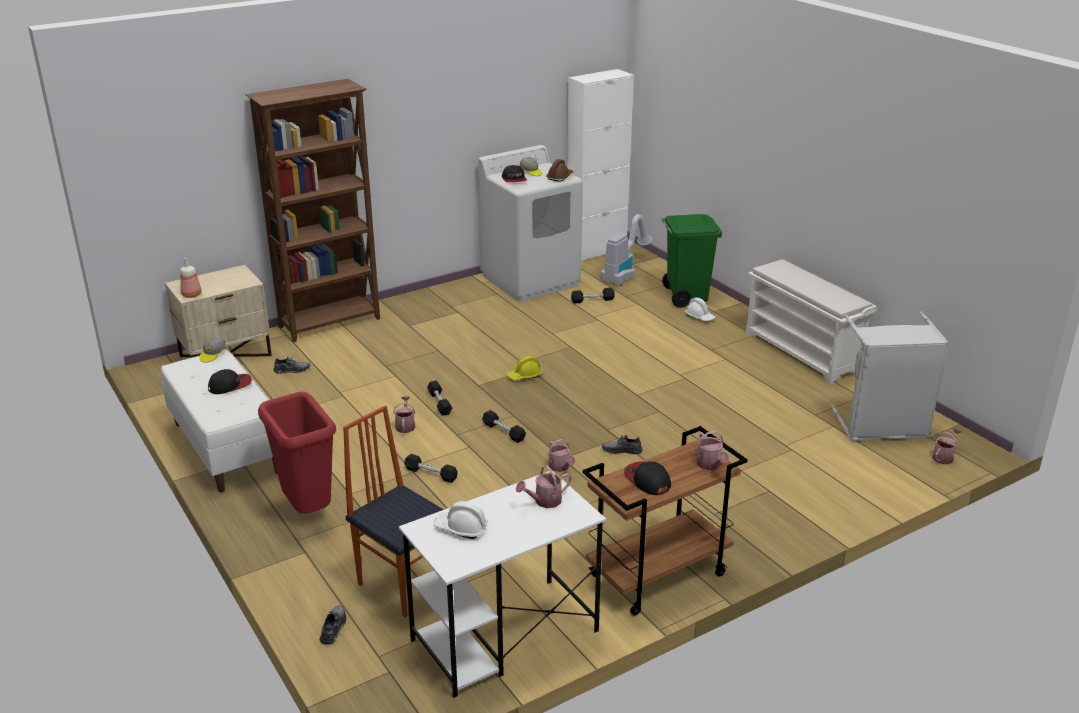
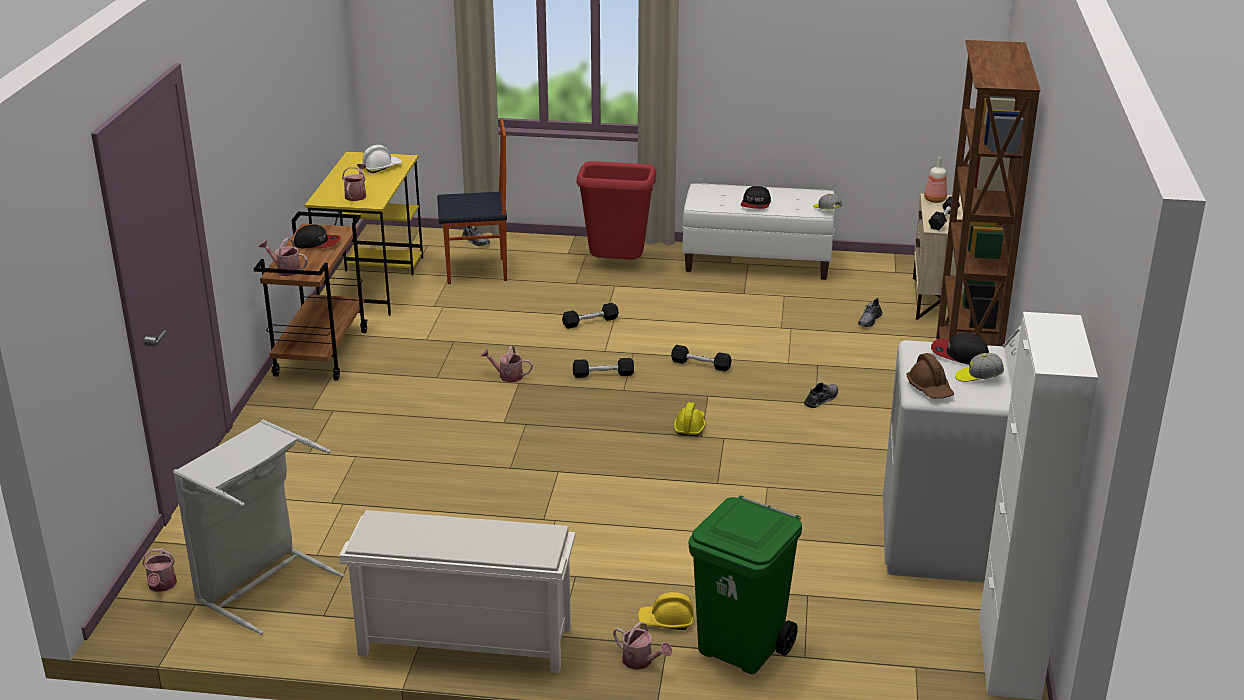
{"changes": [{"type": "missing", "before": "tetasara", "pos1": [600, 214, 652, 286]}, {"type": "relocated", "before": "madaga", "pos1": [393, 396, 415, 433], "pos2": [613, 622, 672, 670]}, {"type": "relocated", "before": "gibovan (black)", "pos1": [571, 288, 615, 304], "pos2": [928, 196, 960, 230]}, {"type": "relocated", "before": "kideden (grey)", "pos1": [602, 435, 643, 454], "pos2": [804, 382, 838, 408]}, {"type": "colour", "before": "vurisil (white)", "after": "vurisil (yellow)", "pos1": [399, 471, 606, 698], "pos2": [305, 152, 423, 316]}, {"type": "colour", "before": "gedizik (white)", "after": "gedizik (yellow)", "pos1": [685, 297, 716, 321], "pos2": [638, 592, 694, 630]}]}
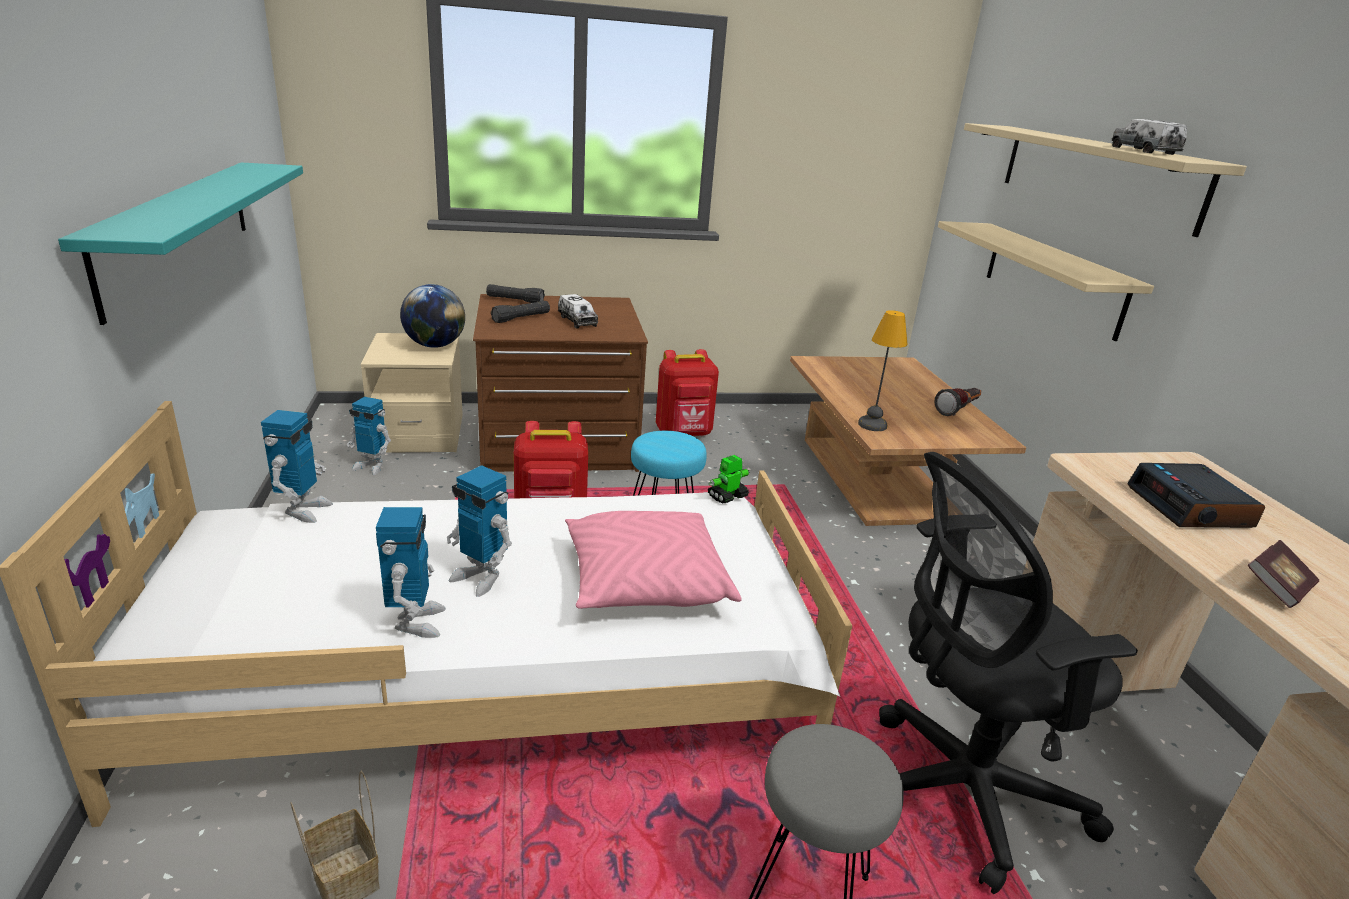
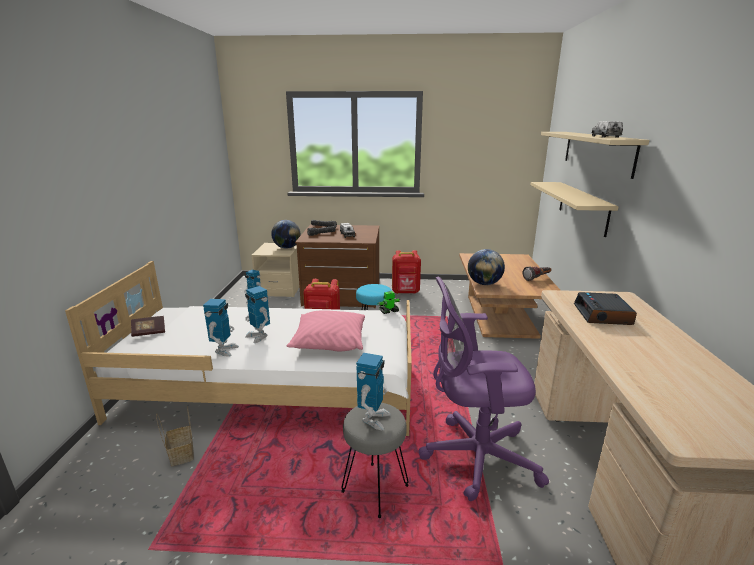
{"changes": [{"type": "missing", "before": "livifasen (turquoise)", "pos1": [58, 162, 303, 325]}, {"type": "relocated", "before": "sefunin", "pos1": [261, 410, 333, 523], "pos2": [356, 353, 391, 430]}, {"type": "relocated", "before": "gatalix", "pos1": [1247, 540, 1319, 608], "pos2": [131, 316, 165, 337]}, {"type": "exchanged", "before": "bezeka", "after": "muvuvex", "pos1": [858, 310, 908, 431], "pos2": [468, 249, 505, 285]}, {"type": "colour", "before": "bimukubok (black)", "after": "bimukubok (purple)", "pos1": [879, 452, 1138, 894], "pos2": [419, 277, 549, 501]}]}
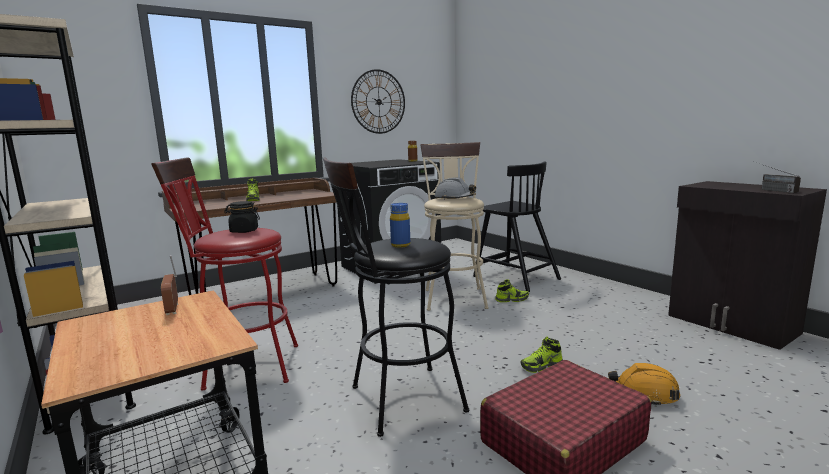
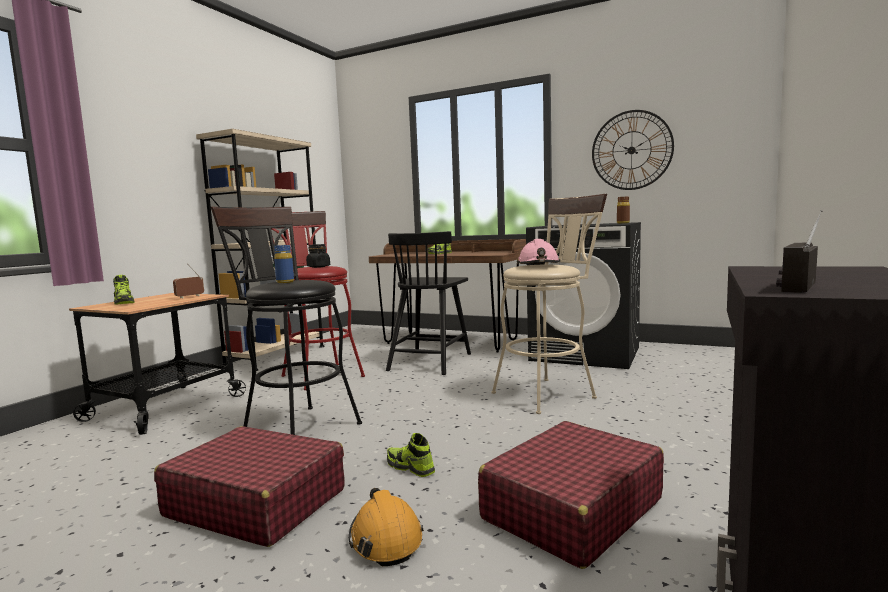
{"changes": [{"type": "appeared", "after": "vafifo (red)", "pos2": [478, 421, 664, 569]}, {"type": "relocated", "before": "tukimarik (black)", "pos1": [473, 162, 561, 292], "pos2": [386, 231, 471, 375]}, {"type": "relocated", "before": "kideden", "pos1": [495, 279, 529, 302], "pos2": [113, 275, 135, 305]}, {"type": "colour", "before": "gedizik (grey)", "after": "gedizik (pink)", "pos1": [435, 177, 476, 200], "pos2": [517, 239, 560, 264]}]}
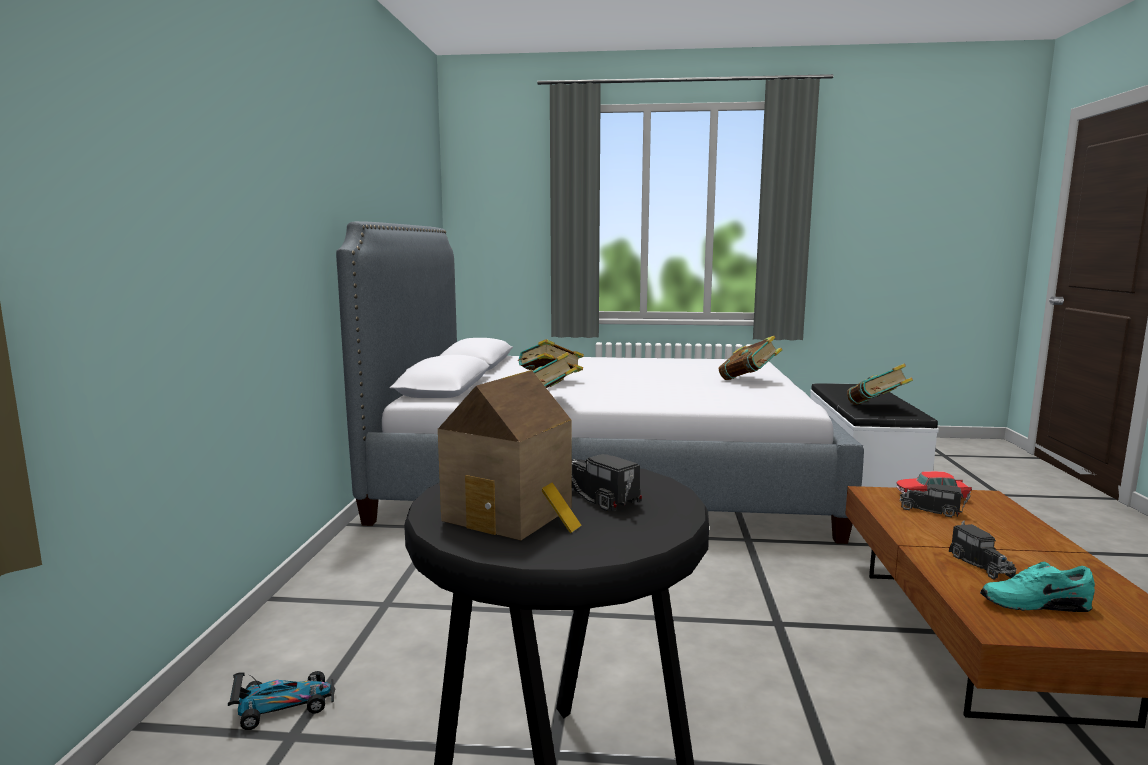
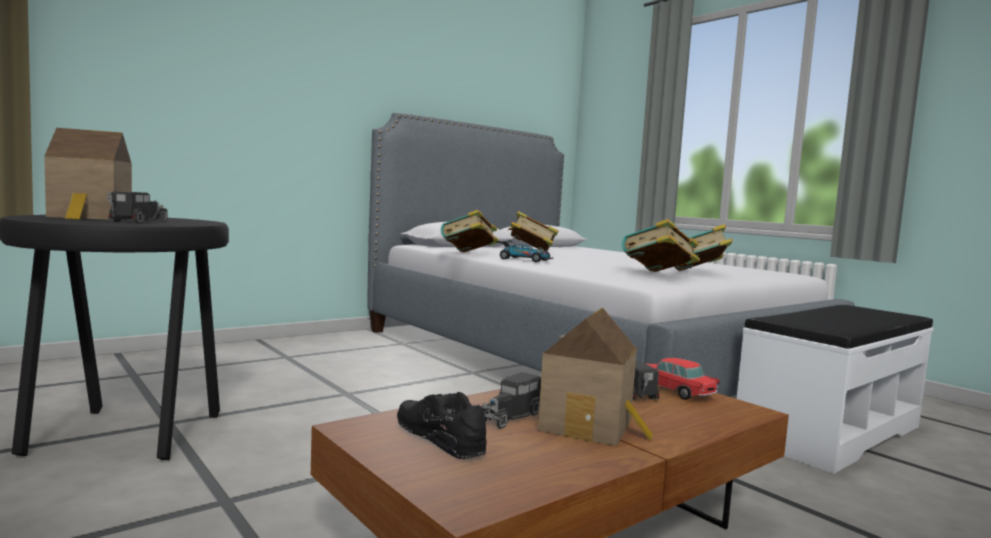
{"changes": [{"type": "appeared", "after": "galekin", "pos2": [538, 308, 653, 446]}, {"type": "relocated", "before": "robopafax", "pos1": [228, 671, 335, 730], "pos2": [497, 237, 553, 262]}, {"type": "relocated", "before": "gatalix", "pos1": [847, 364, 913, 405], "pos2": [622, 219, 700, 272]}, {"type": "colour", "before": "kideden (turquoise)", "after": "kideden (black)", "pos1": [980, 562, 1095, 612], "pos2": [397, 392, 487, 459]}]}
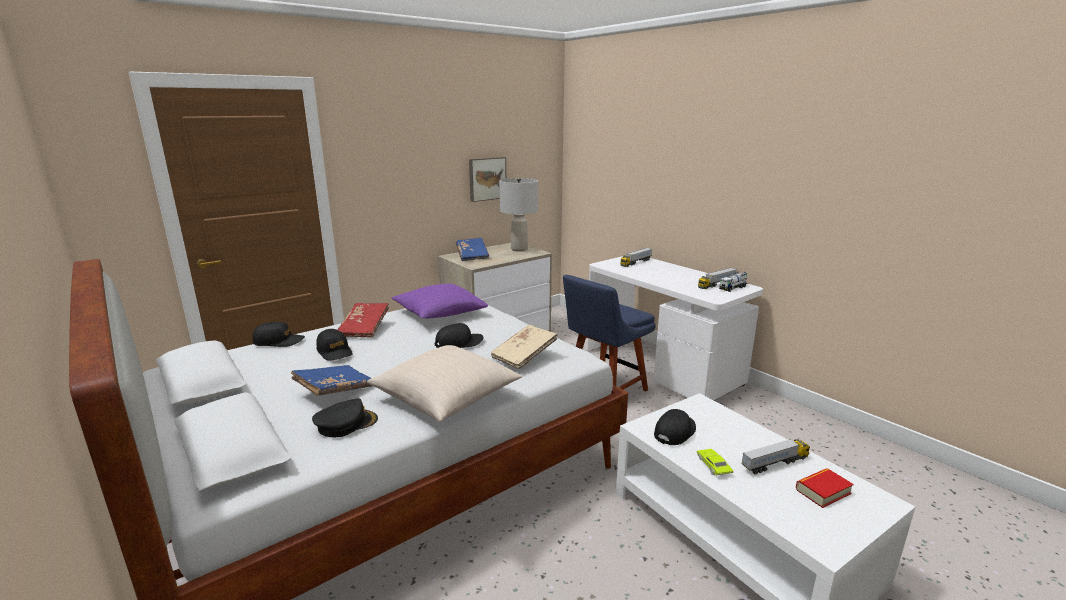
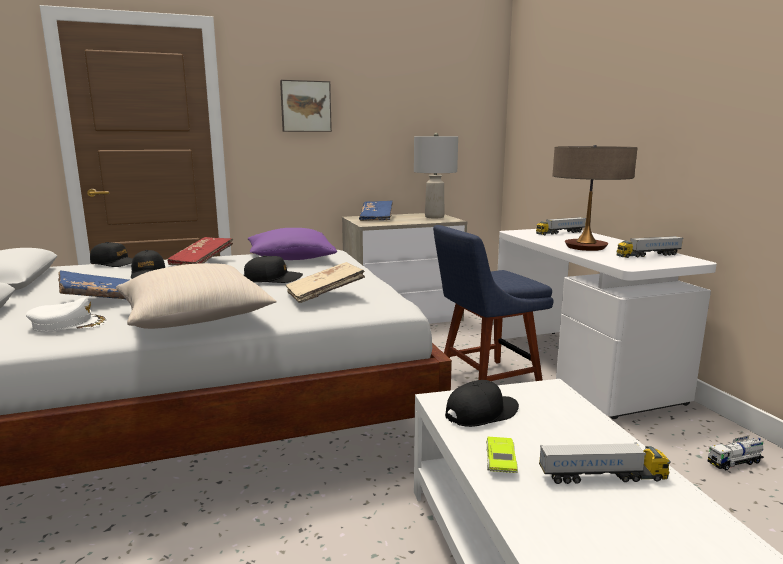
{"changes": [{"type": "missing", "before": "gatalix", "pos1": [796, 468, 854, 508]}, {"type": "appeared", "after": "bezeka", "pos2": [552, 145, 638, 251]}, {"type": "relocated", "before": "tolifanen", "pos1": [469, 157, 506, 202], "pos2": [280, 80, 332, 132]}, {"type": "relocated", "before": "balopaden", "pos1": [719, 271, 747, 292], "pos2": [708, 436, 764, 470]}, {"type": "colour", "before": "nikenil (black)", "after": "nikenil (white)", "pos1": [312, 398, 378, 437], "pos2": [26, 298, 107, 333]}]}
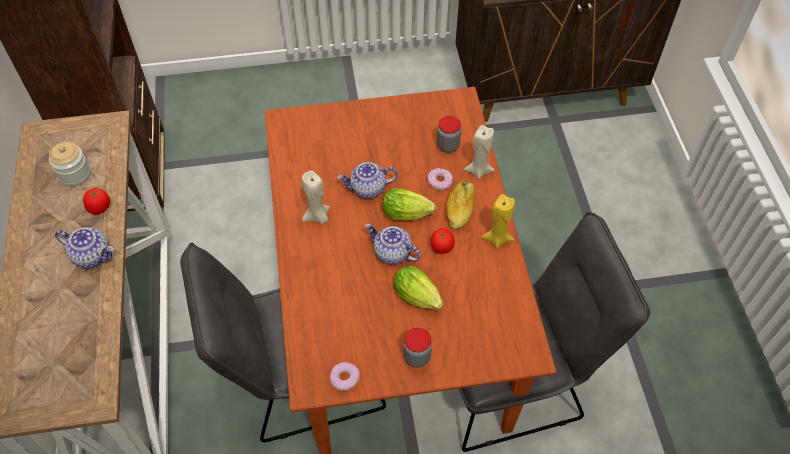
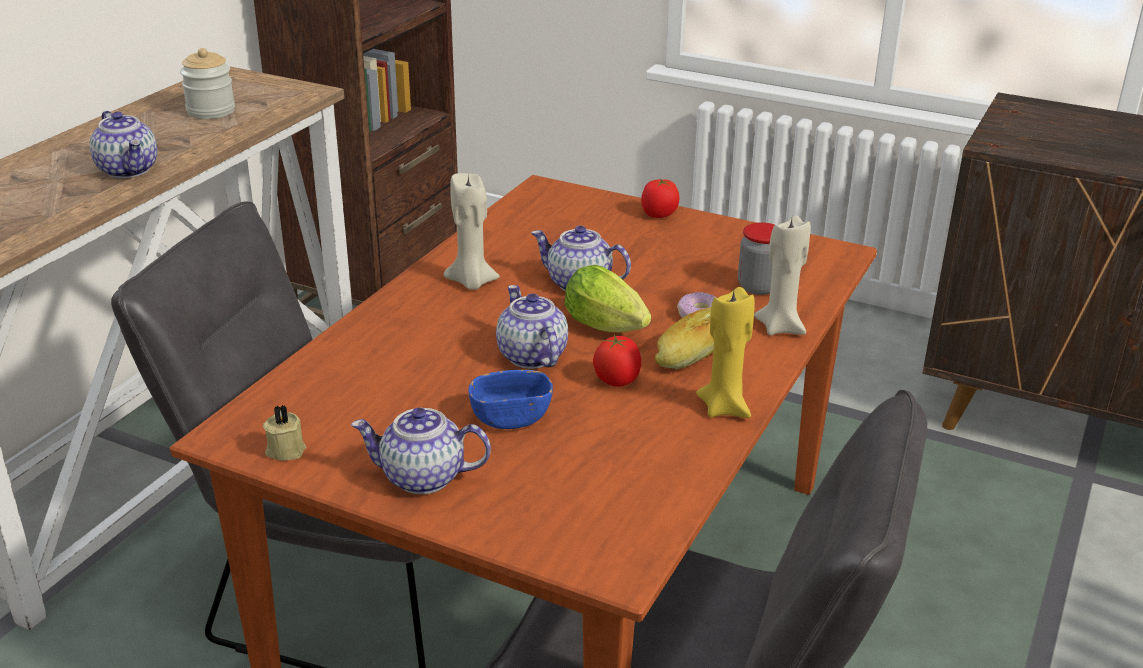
{"changes": [{"type": "relocated", "before": "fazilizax", "pos1": [83, 188, 110, 215], "pos2": [641, 178, 679, 218]}, {"type": "exchanged", "before": "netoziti", "after": "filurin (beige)", "pos1": [330, 362, 359, 391], "pos2": [263, 405, 306, 461]}, {"type": "exchanged", "before": "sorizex", "after": "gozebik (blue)", "pos1": [394, 266, 443, 310], "pos2": [468, 370, 553, 429]}, {"type": "exchanged", "before": "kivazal", "after": "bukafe", "pos1": [403, 328, 432, 368], "pos2": [351, 407, 491, 494]}]}
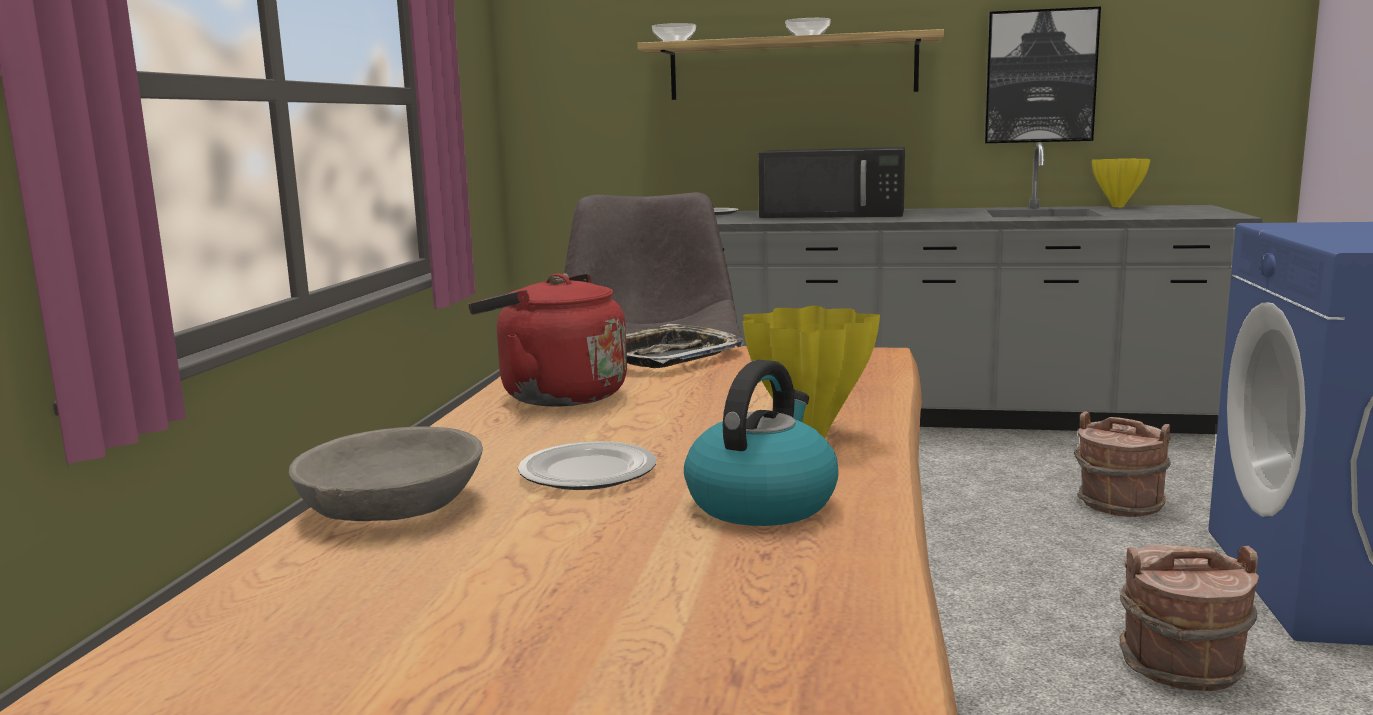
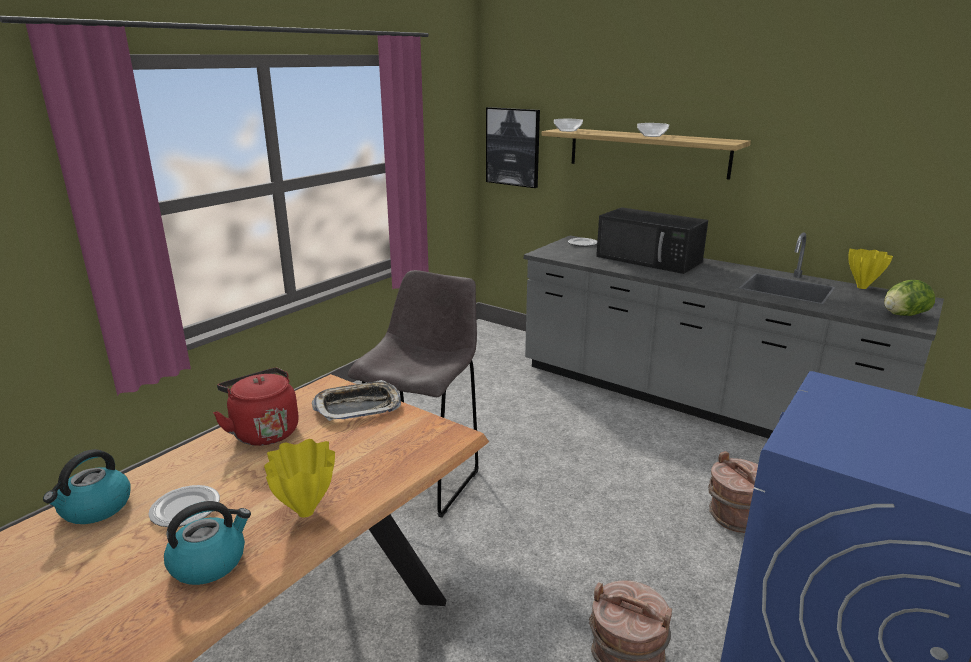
{"changes": [{"type": "appeared", "after": "sorizex", "pos2": [884, 280, 935, 316]}, {"type": "relocated", "before": "tolifanen", "pos1": [984, 7, 1101, 143], "pos2": [486, 107, 540, 188]}, {"type": "exchanged", "before": "gozebik (grey)", "after": "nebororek", "pos1": [289, 426, 483, 521], "pos2": [43, 449, 131, 524]}]}
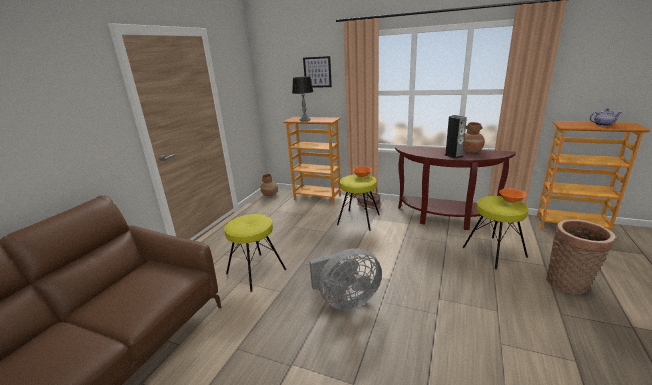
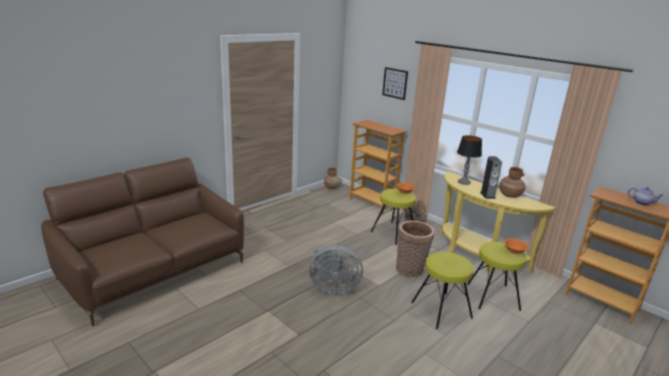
{"changes": [{"type": "relocated", "before": "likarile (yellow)", "pos1": [224, 214, 287, 292], "pos2": [411, 252, 474, 329]}, {"type": "relocated", "before": "bezeka", "pos1": [292, 77, 313, 121], "pos2": [457, 135, 482, 185]}, {"type": "relocated", "before": "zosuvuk", "pos1": [546, 219, 615, 294], "pos2": [396, 220, 435, 277]}, {"type": "colour", "before": "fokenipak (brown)", "after": "fokenipak (yellow)", "pos1": [395, 146, 516, 230], "pos2": [440, 172, 556, 274]}]}
